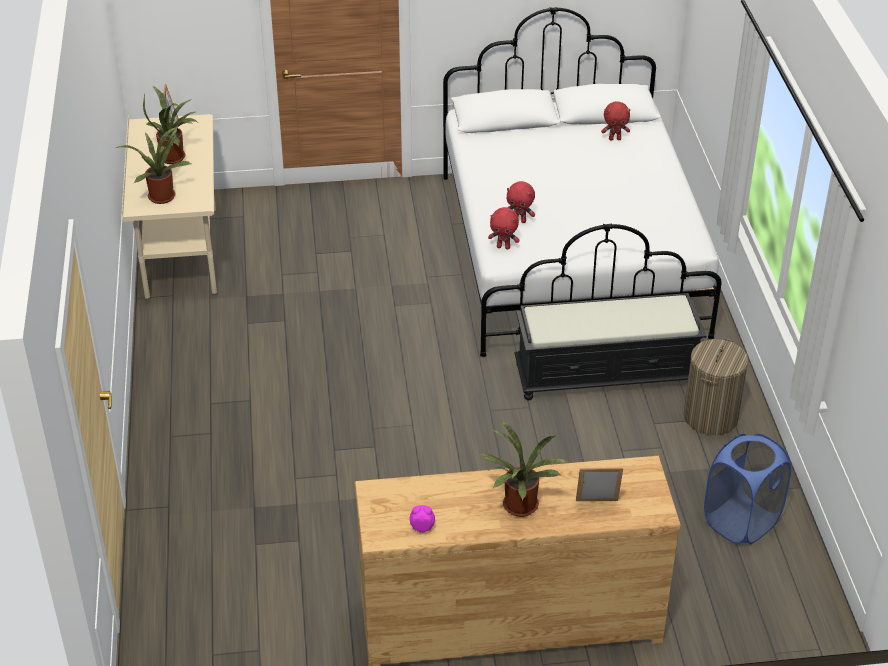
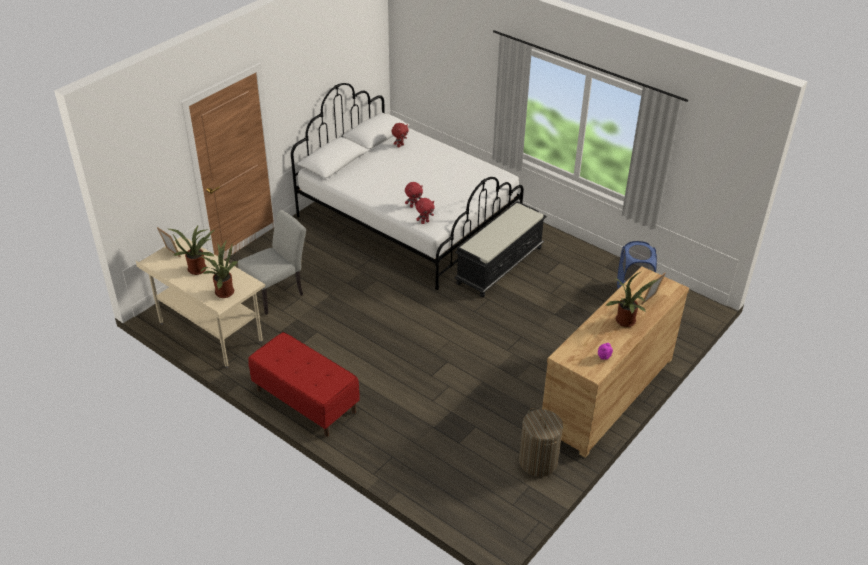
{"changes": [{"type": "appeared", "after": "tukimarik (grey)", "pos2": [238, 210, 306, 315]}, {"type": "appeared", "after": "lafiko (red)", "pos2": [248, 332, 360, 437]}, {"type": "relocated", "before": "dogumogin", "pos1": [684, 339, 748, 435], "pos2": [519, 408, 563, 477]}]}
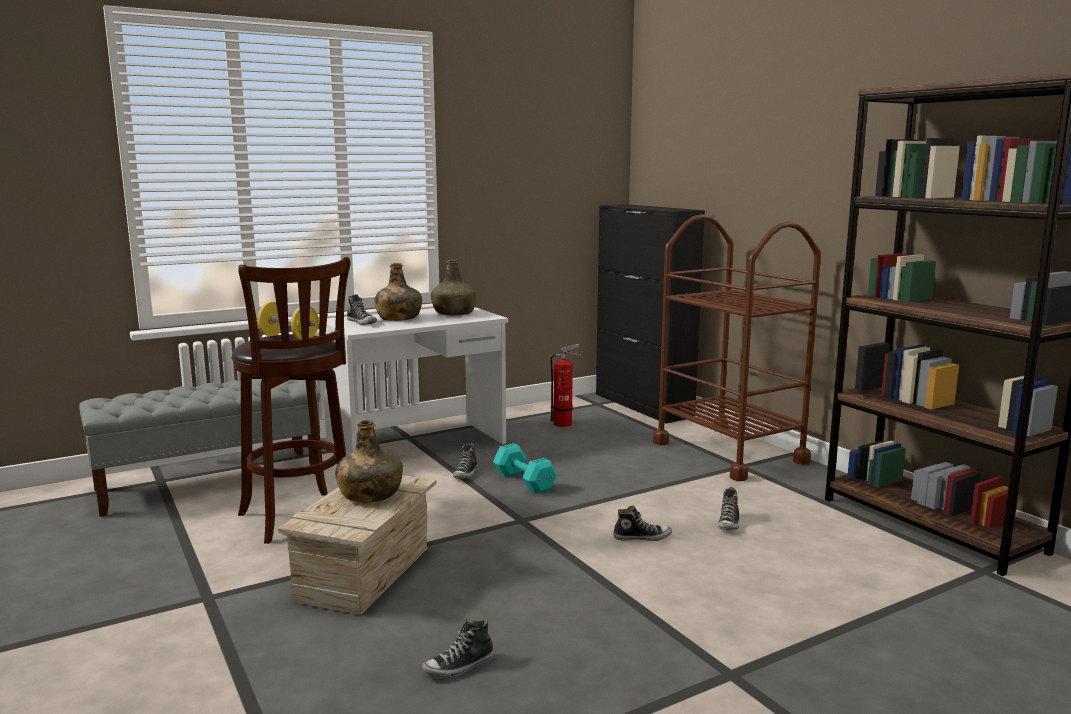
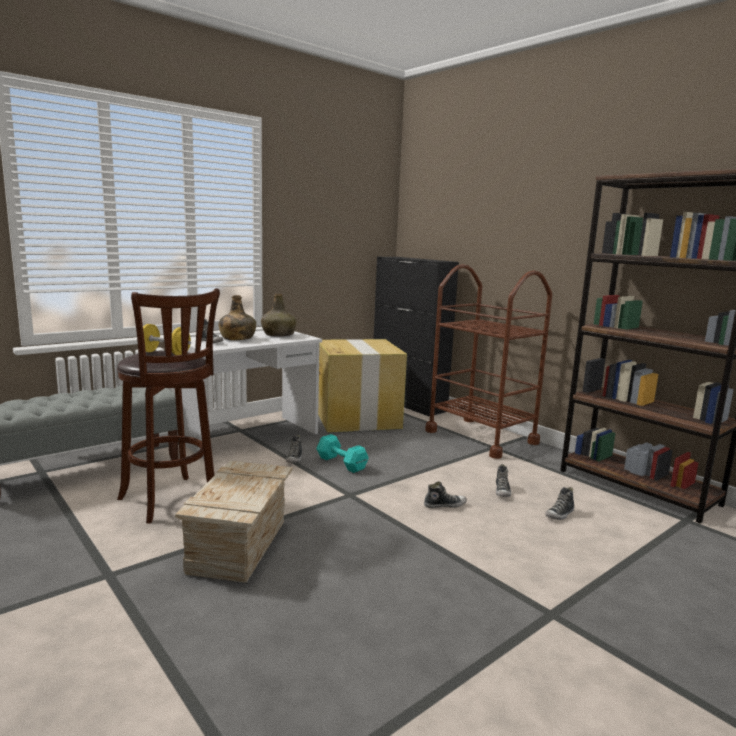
{"changes": [{"type": "missing", "before": "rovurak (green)", "pos1": [335, 420, 403, 503]}, {"type": "relocated", "before": "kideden", "pos1": [422, 618, 494, 678], "pos2": [545, 487, 574, 520]}, {"type": "exchanged", "before": "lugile", "after": "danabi", "pos1": [550, 344, 581, 427], "pos2": [318, 339, 407, 432]}]}
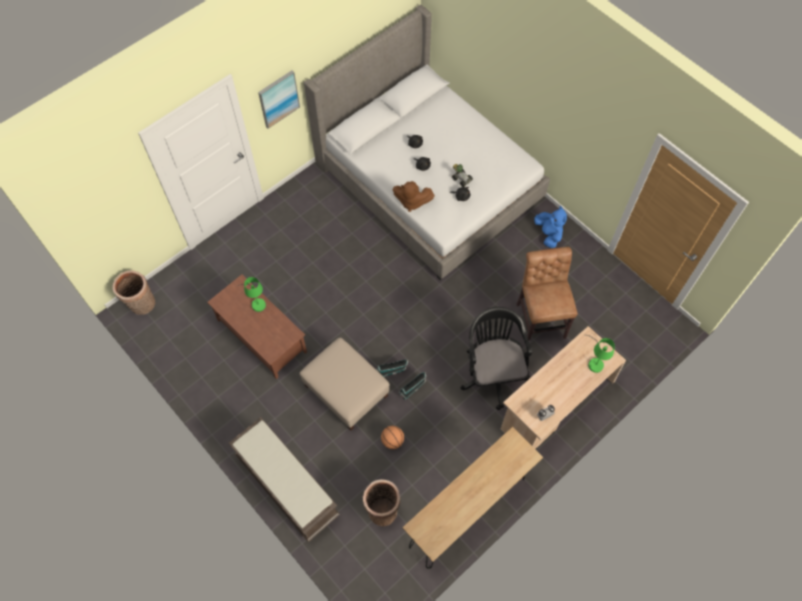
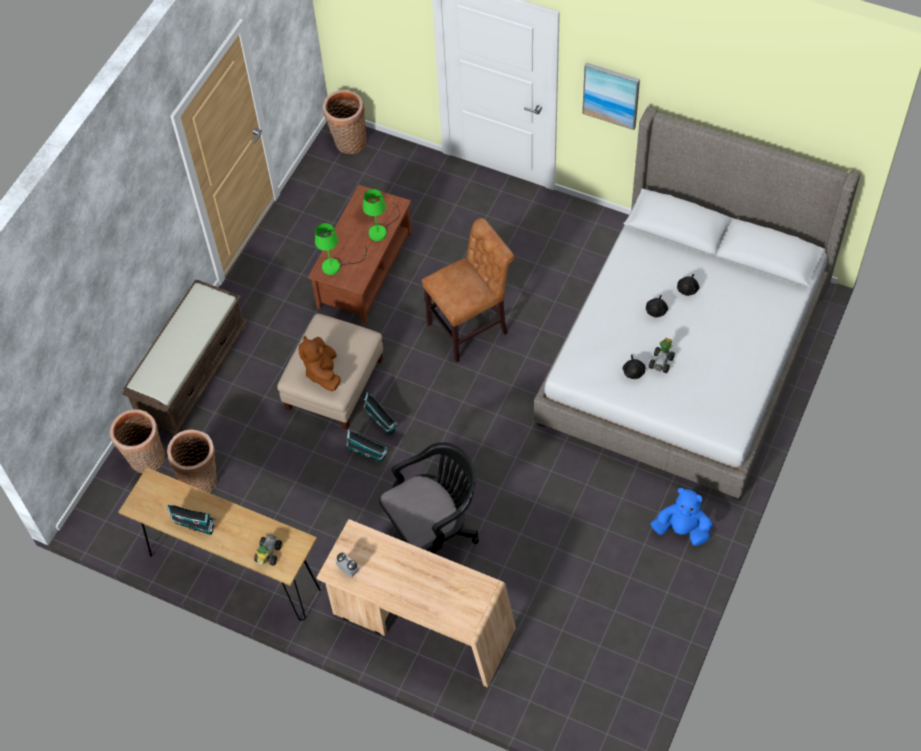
{"changes": [{"type": "missing", "before": "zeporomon", "pos1": [381, 426, 404, 449]}, {"type": "appeared", "after": "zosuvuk", "pos2": [110, 409, 165, 473]}, {"type": "appeared", "after": "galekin", "pos2": [167, 505, 215, 535]}, {"type": "appeared", "after": "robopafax", "pos2": [254, 535, 282, 566]}, {"type": "relocated", "before": "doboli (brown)", "pos1": [393, 181, 435, 212], "pos2": [299, 336, 341, 391]}, {"type": "relocated", "before": "tukimarik (brown)", "pos1": [516, 247, 578, 341], "pos2": [422, 218, 514, 363]}, {"type": "relocated", "before": "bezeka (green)", "pos1": [587, 335, 615, 373], "pos2": [315, 223, 367, 275]}, {"type": "spun", "before": "doboli (blue)", "pos1": [534, 206, 567, 248], "pos2": [651, 488, 713, 546], "turn": -120}]}
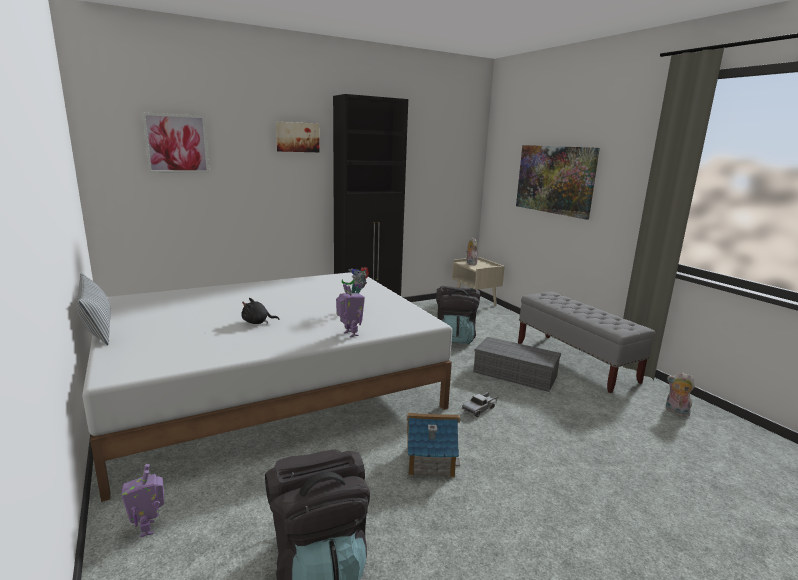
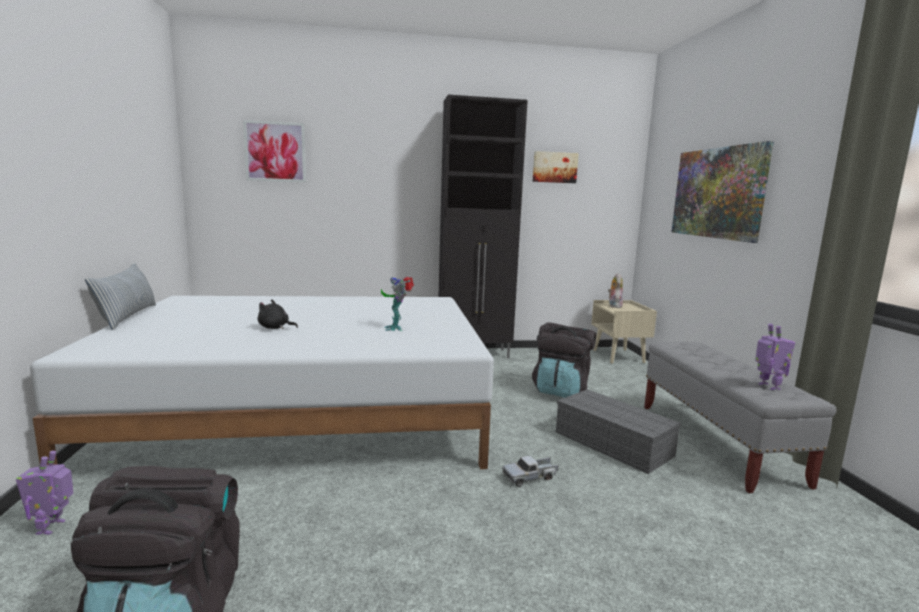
{"changes": [{"type": "missing", "before": "galekin", "pos1": [407, 413, 460, 477]}, {"type": "missing", "before": "doboli", "pos1": [666, 372, 695, 417]}, {"type": "relocated", "before": "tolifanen", "pos1": [276, 122, 319, 152], "pos2": [532, 151, 579, 183]}, {"type": "relocated", "before": "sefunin", "pos1": [336, 283, 365, 337], "pos2": [755, 324, 795, 390]}]}
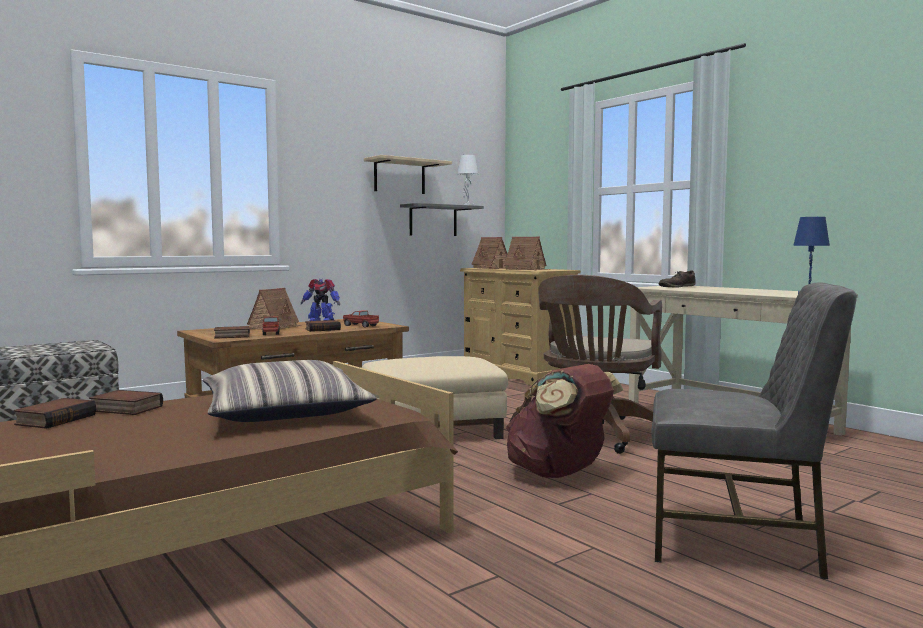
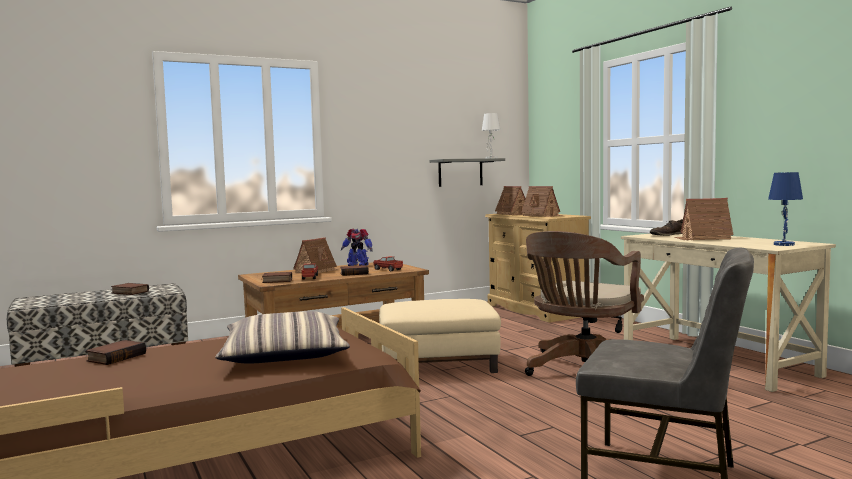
{"changes": [{"type": "missing", "before": "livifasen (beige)", "pos1": [364, 155, 452, 194]}, {"type": "missing", "before": "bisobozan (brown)", "pos1": [506, 364, 623, 478]}, {"type": "appeared", "after": "galekin", "pos2": [674, 198, 734, 240]}, {"type": "relocated", "before": "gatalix", "pos1": [89, 390, 163, 415], "pos2": [111, 283, 149, 295]}]}
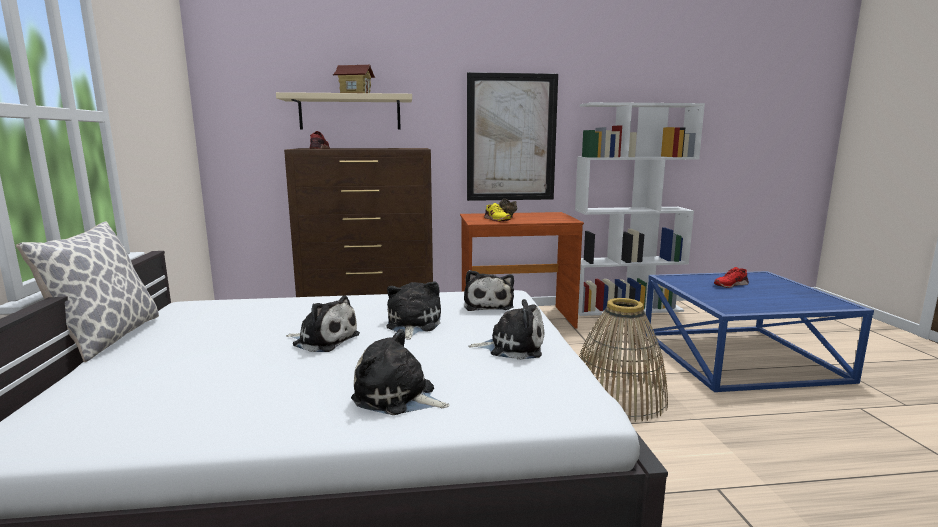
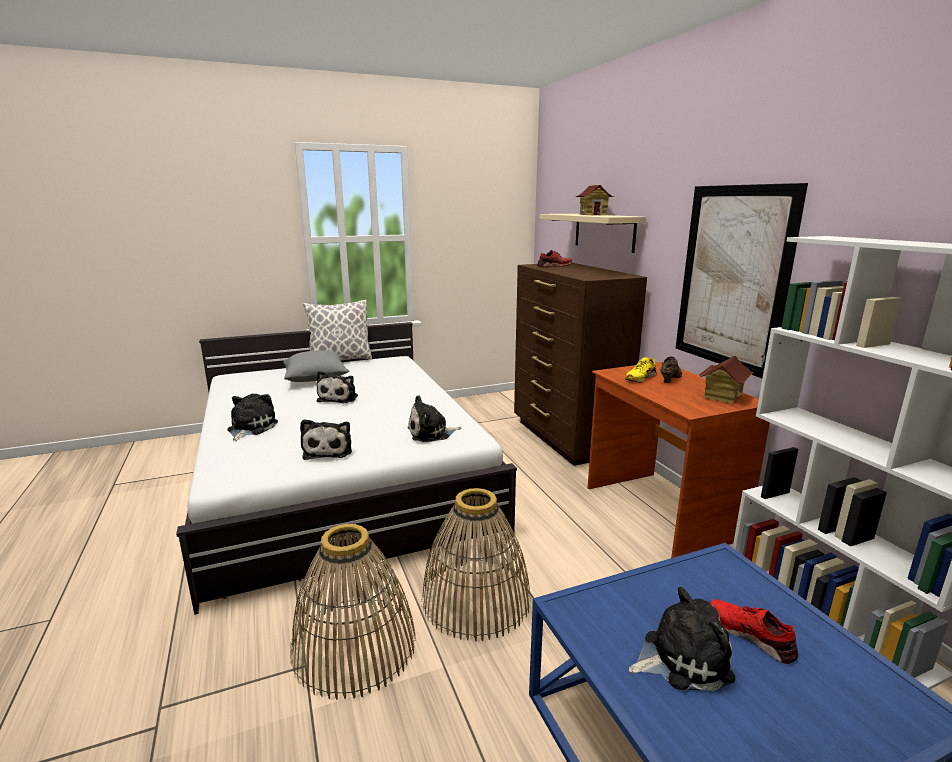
{"changes": [{"type": "appeared", "after": "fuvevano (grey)", "pos2": [283, 350, 350, 382]}, {"type": "appeared", "after": "zosuvuk", "pos2": [291, 524, 416, 700]}, {"type": "appeared", "after": "galekin", "pos2": [698, 356, 754, 404]}, {"type": "relocated", "before": "doboli", "pos1": [386, 281, 441, 340], "pos2": [629, 587, 735, 691]}]}
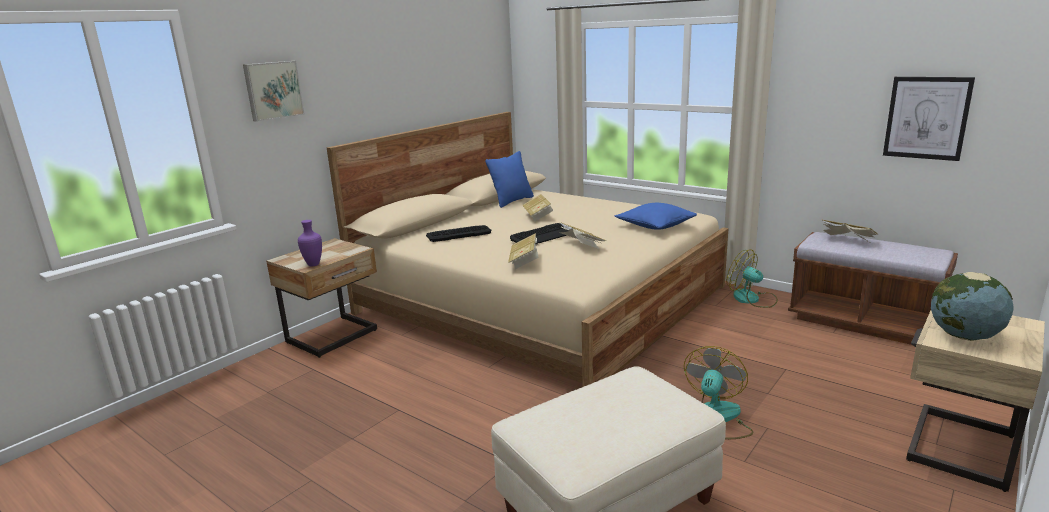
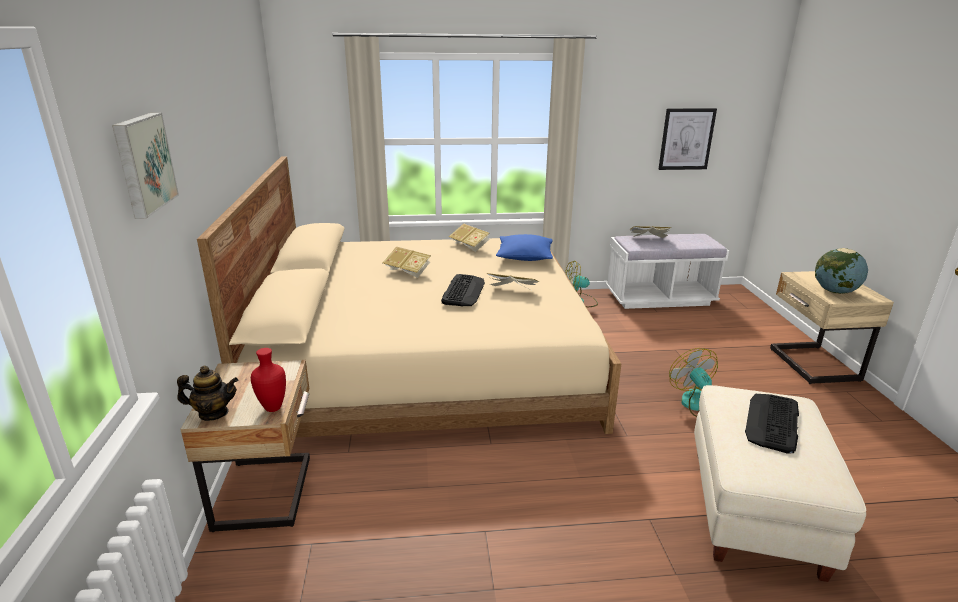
{"changes": [{"type": "missing", "before": "fuvevano (blue)", "pos1": [485, 151, 534, 208]}, {"type": "appeared", "after": "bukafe", "pos2": [177, 366, 238, 421]}, {"type": "relocated", "before": "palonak", "pos1": [426, 225, 491, 242], "pos2": [745, 394, 799, 454]}, {"type": "relocated", "before": "gatalix", "pos1": [508, 233, 539, 269], "pos2": [449, 224, 489, 252]}, {"type": "colour", "before": "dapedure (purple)", "after": "dapedure (red)", "pos1": [298, 220, 322, 266], "pos2": [251, 348, 286, 412]}, {"type": "colour", "before": "lafiko (brown)", "after": "lafiko (white)", "pos1": [788, 232, 958, 345], "pos2": [606, 234, 729, 309]}]}
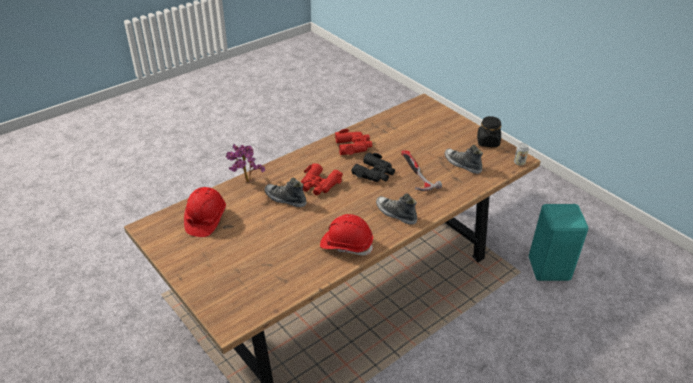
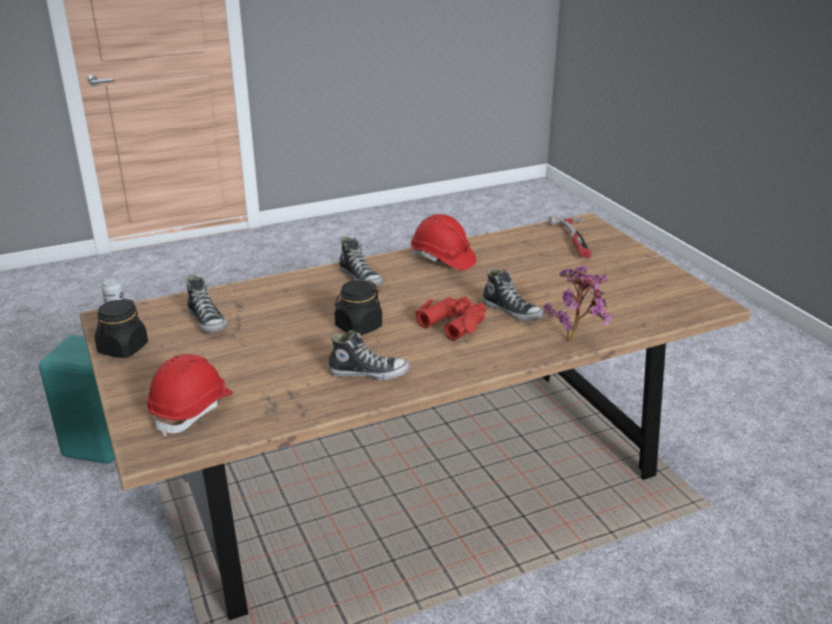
{"changes": [{"type": "relocated", "before": "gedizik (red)", "pos1": [184, 187, 226, 237], "pos2": [147, 354, 233, 436]}, {"type": "relocated", "before": "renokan", "pos1": [401, 150, 442, 191], "pos2": [549, 216, 592, 258]}, {"type": "exchanged", "before": "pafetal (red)", "after": "kideden", "pos1": [335, 129, 372, 155], "pos2": [328, 330, 410, 380]}, {"type": "exchanged", "before": "pafetal (black)", "after": "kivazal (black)", "pos1": [351, 153, 395, 182], "pos2": [335, 280, 382, 336]}]}
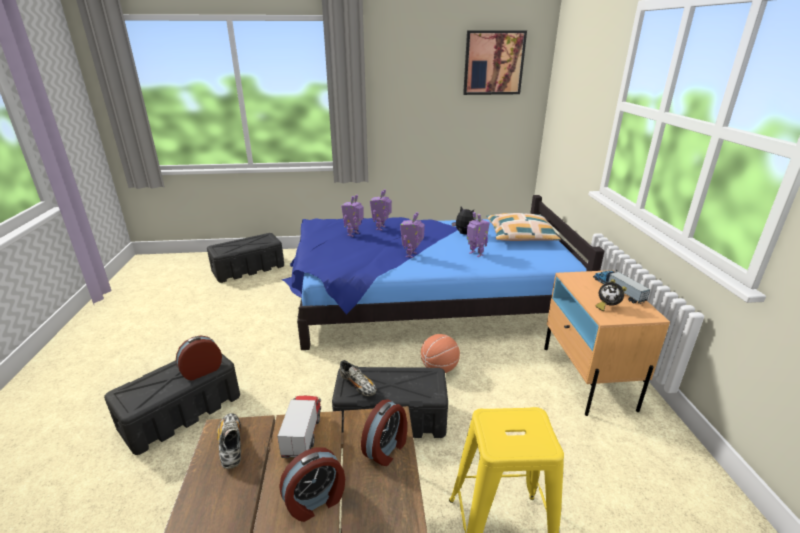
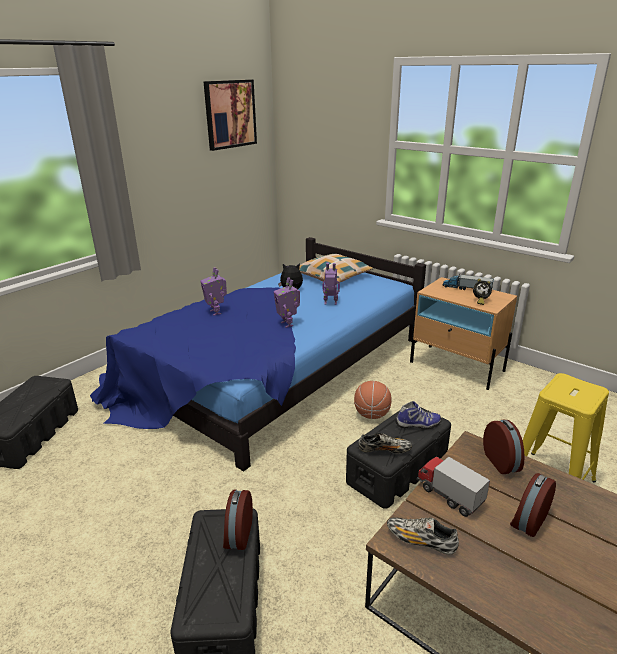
{"changes": [{"type": "missing", "before": "sefunin", "pos1": [341, 194, 364, 237]}, {"type": "appeared", "after": "kideden", "pos2": [395, 401, 441, 429]}, {"type": "spun", "before": "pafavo", "pos1": [279, 447, 345, 522], "pos2": [510, 473, 556, 537], "turn": -150}]}
